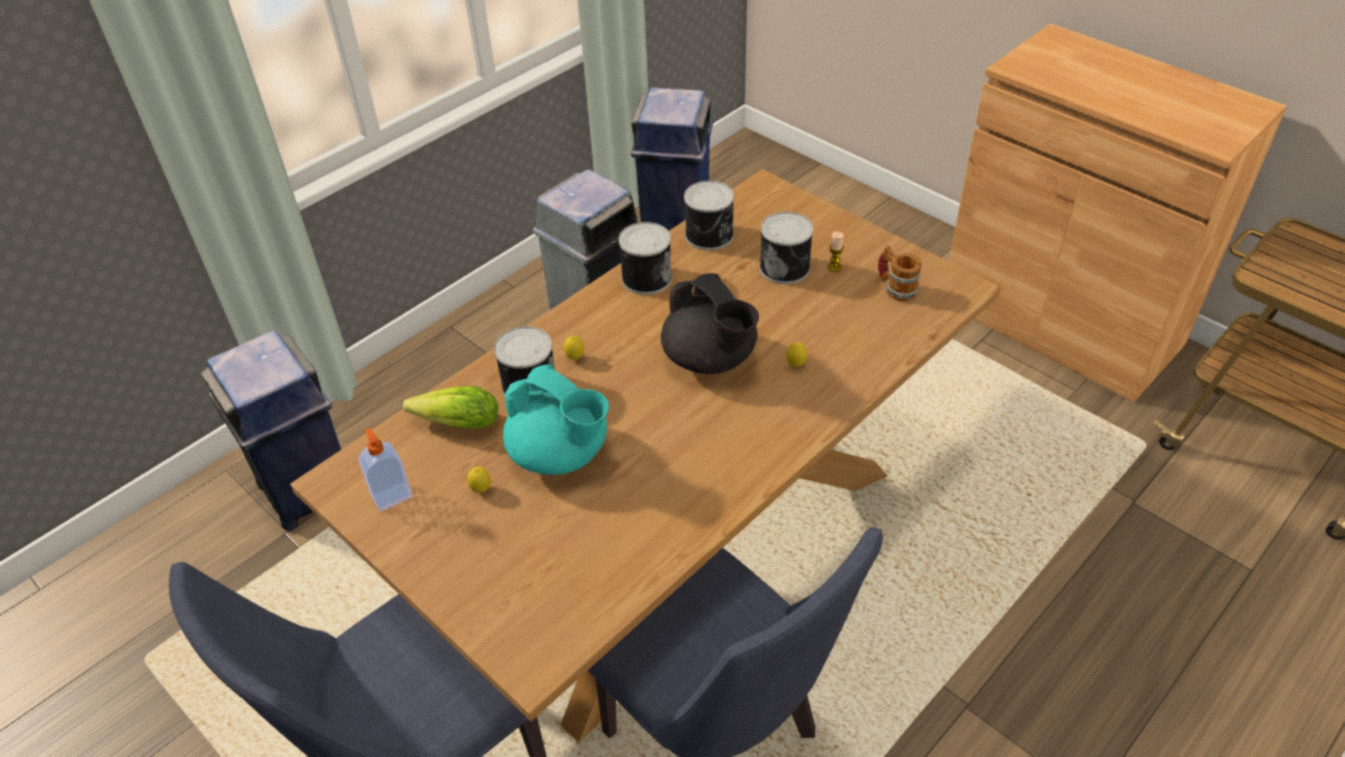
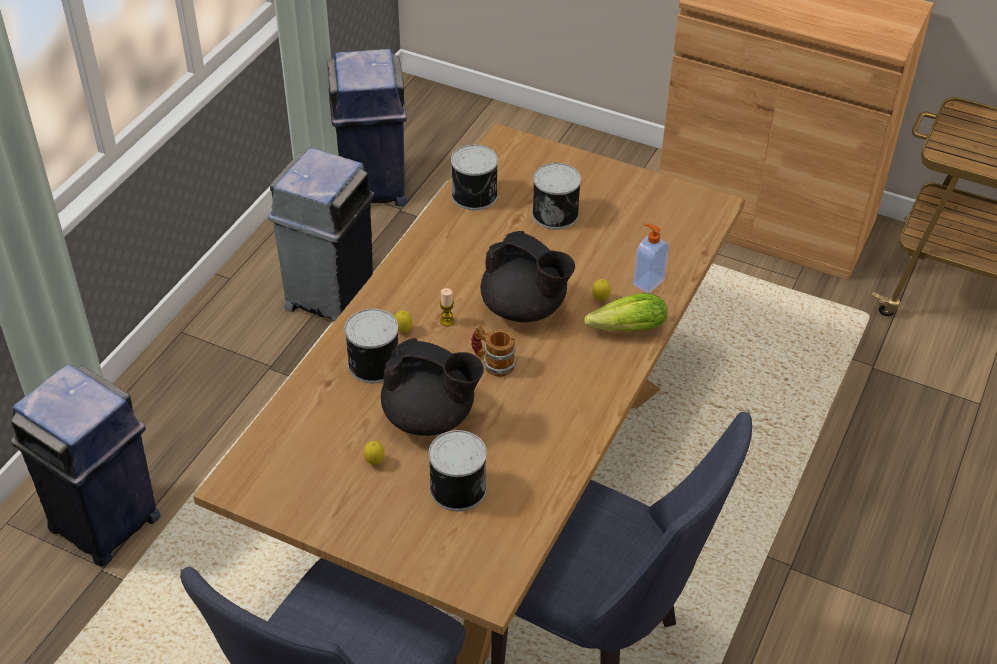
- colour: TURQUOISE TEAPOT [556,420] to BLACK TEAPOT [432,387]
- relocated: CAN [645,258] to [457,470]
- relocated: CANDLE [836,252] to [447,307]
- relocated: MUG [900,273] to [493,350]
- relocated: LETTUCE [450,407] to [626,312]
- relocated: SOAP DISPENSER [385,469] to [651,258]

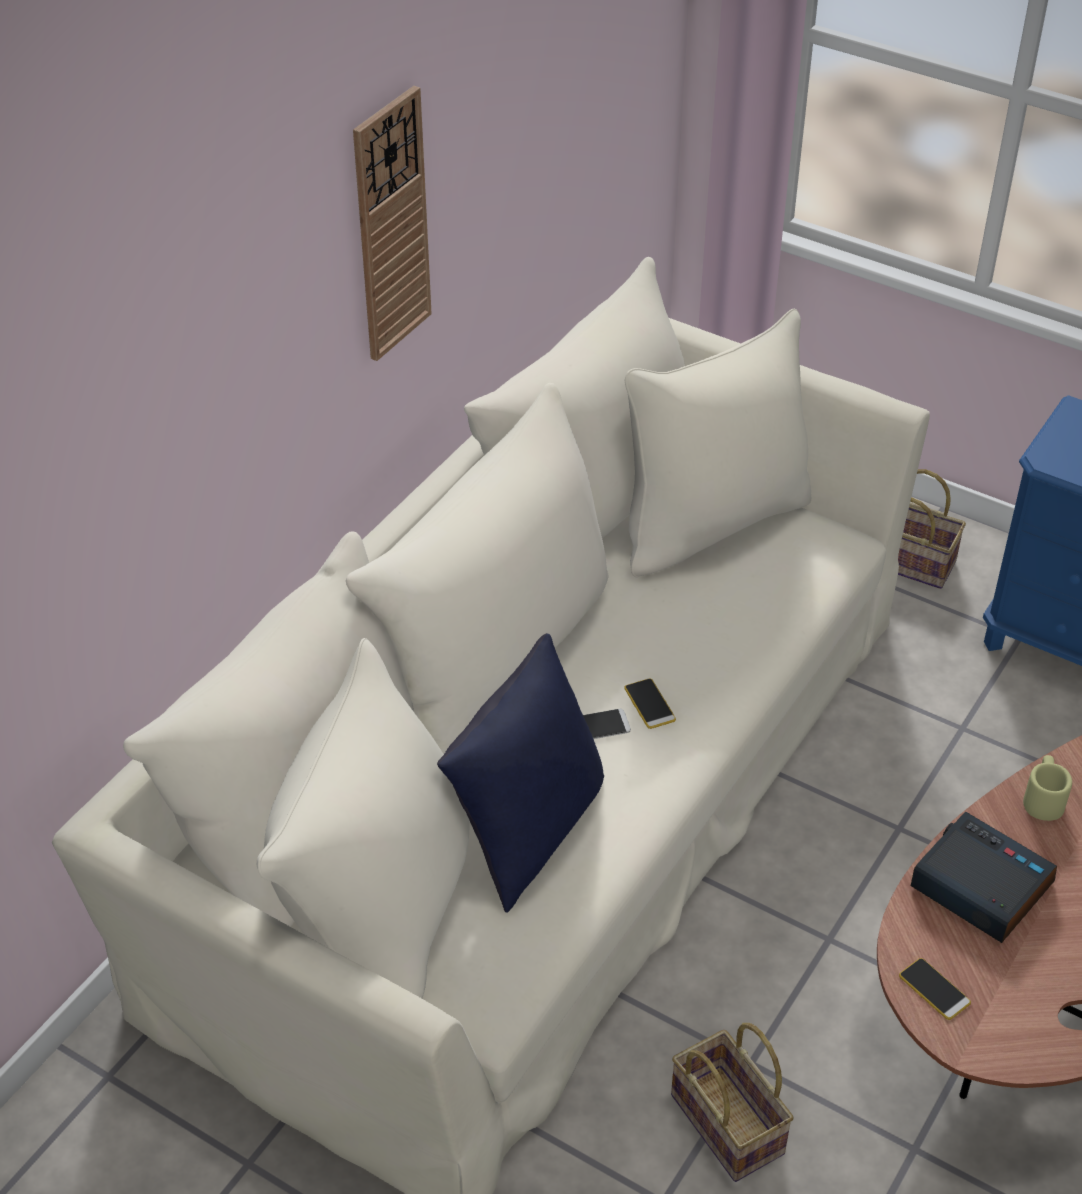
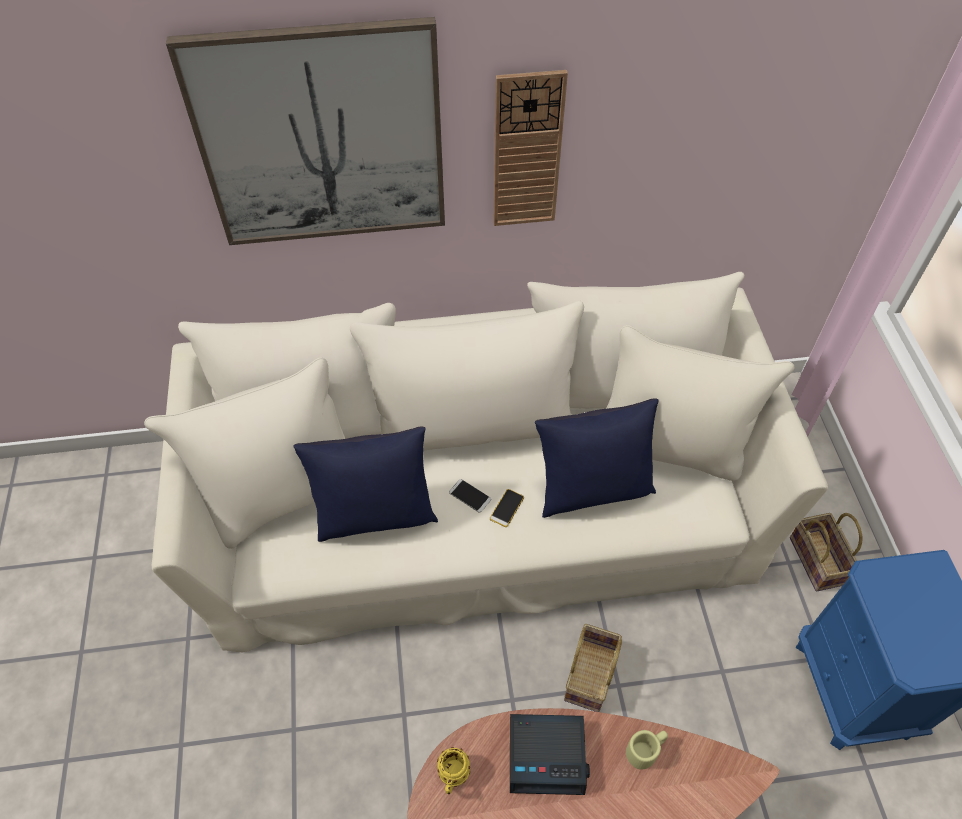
- appeared: PICTURE [305,131]
- exchanged: PHONE [935,989] to YELLOW MUG [453,770]
- spun: ALARM CLOCK [984,877] = [550,754] 90 degrees clockwise
- appeared: BLUE PILLOW [597,458]
- relocated: BASKET [732,1102] to [593,668]

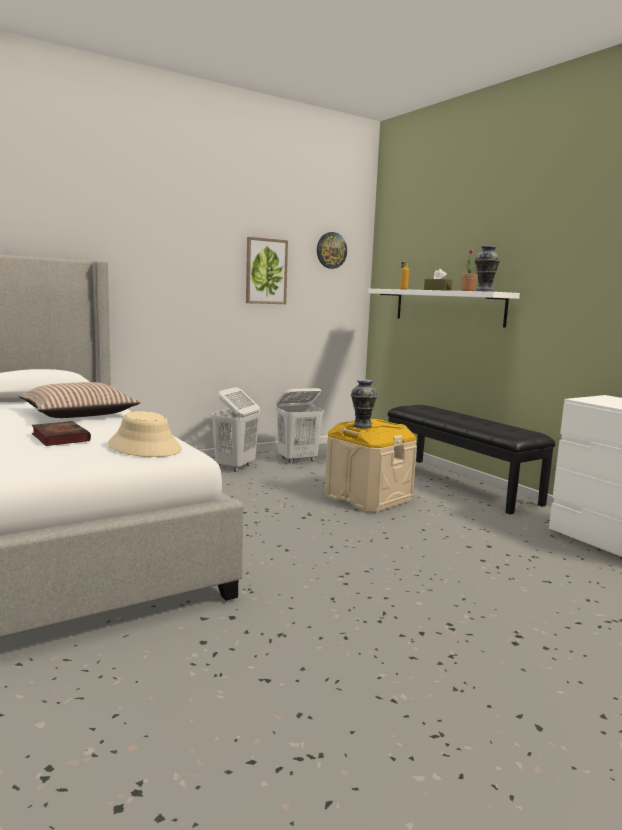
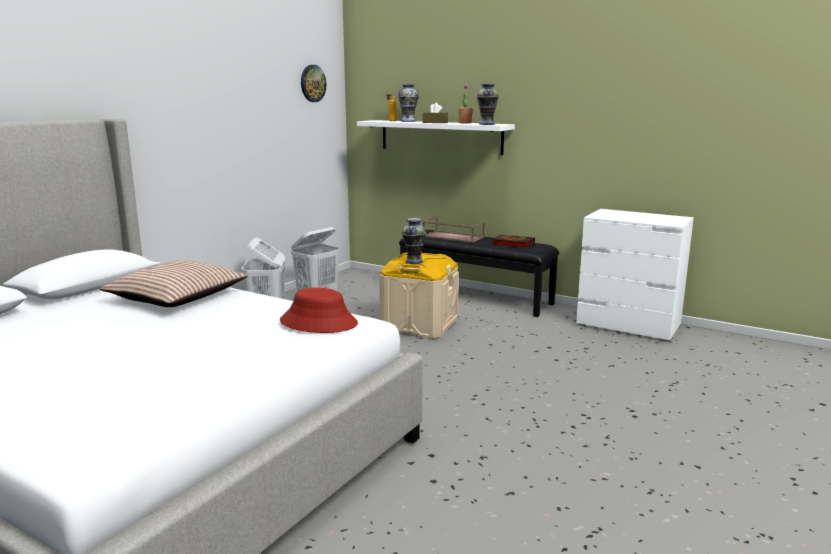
- colour: BEIGE HAT [145,434] to RED HAT [319,310]
- appeared: VASE [408,103]
- appeared: BROWN TRAY [454,230]
- relocated: BOOK [61,433] to [513,241]
- missing: PICTURE [267,270]

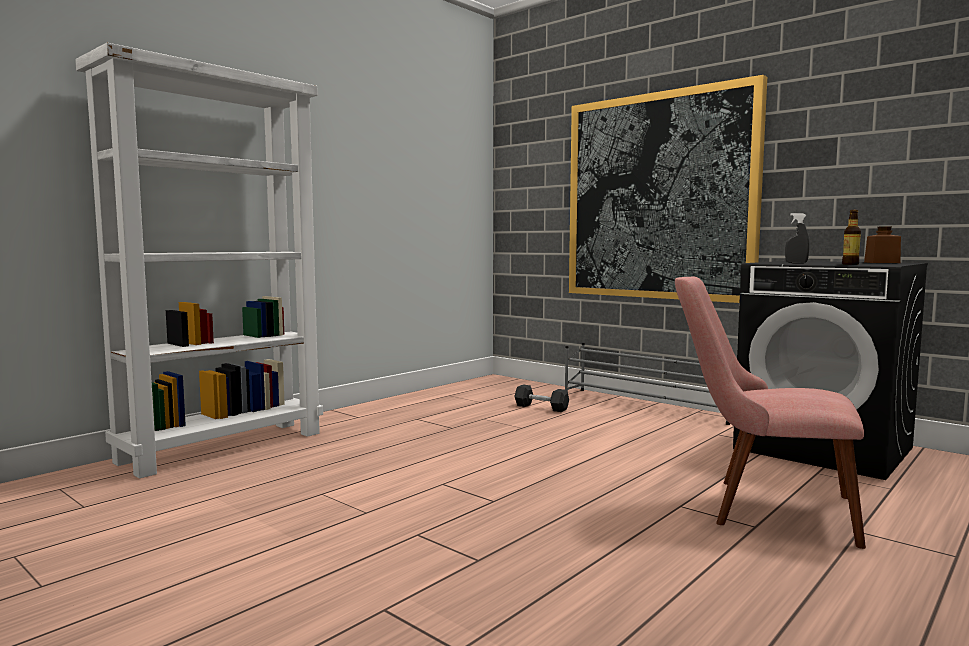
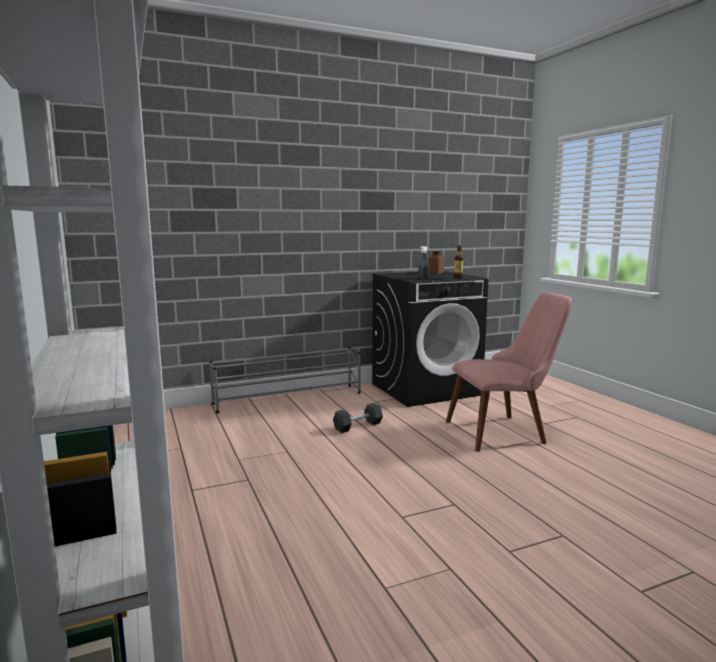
- relocated: GREY DUMBBELL [541,398] to [358,418]
- spun: PINK CHAIR [770,412] = [509,372] 150 degrees counterclockwise
- missing: PICTURE [668,189]

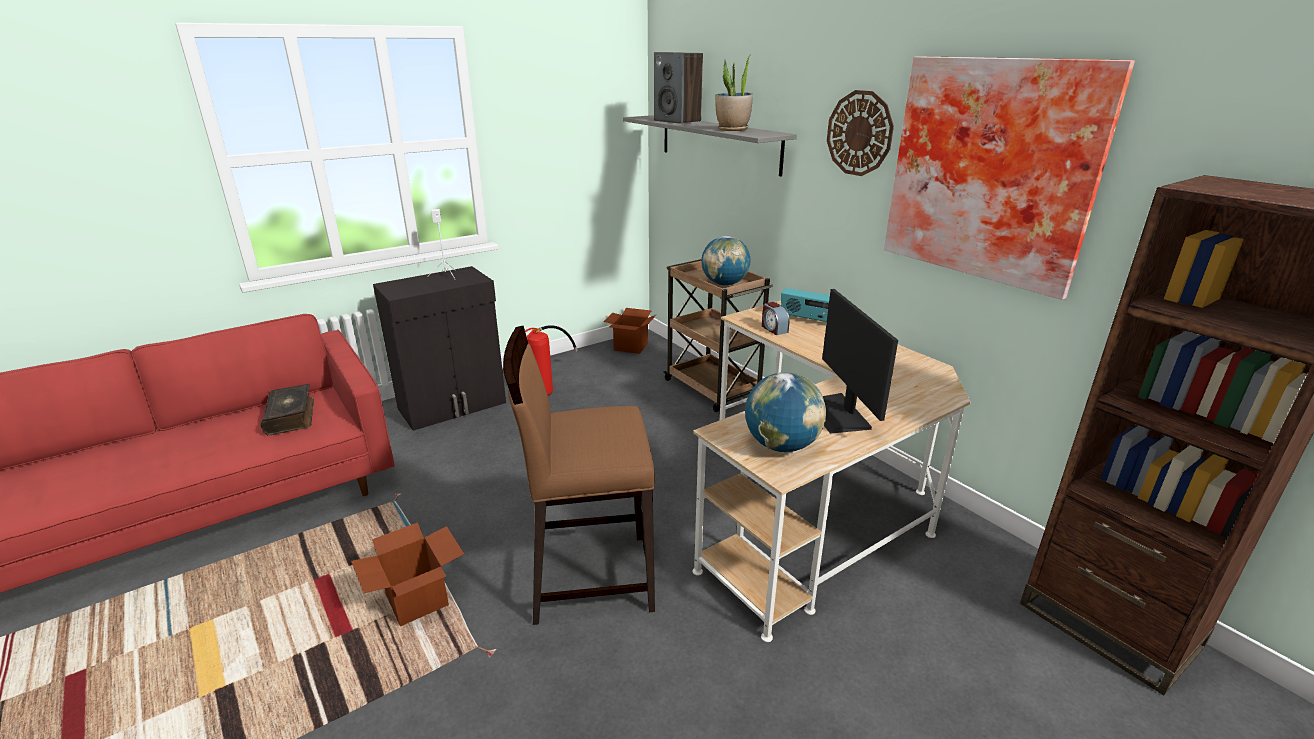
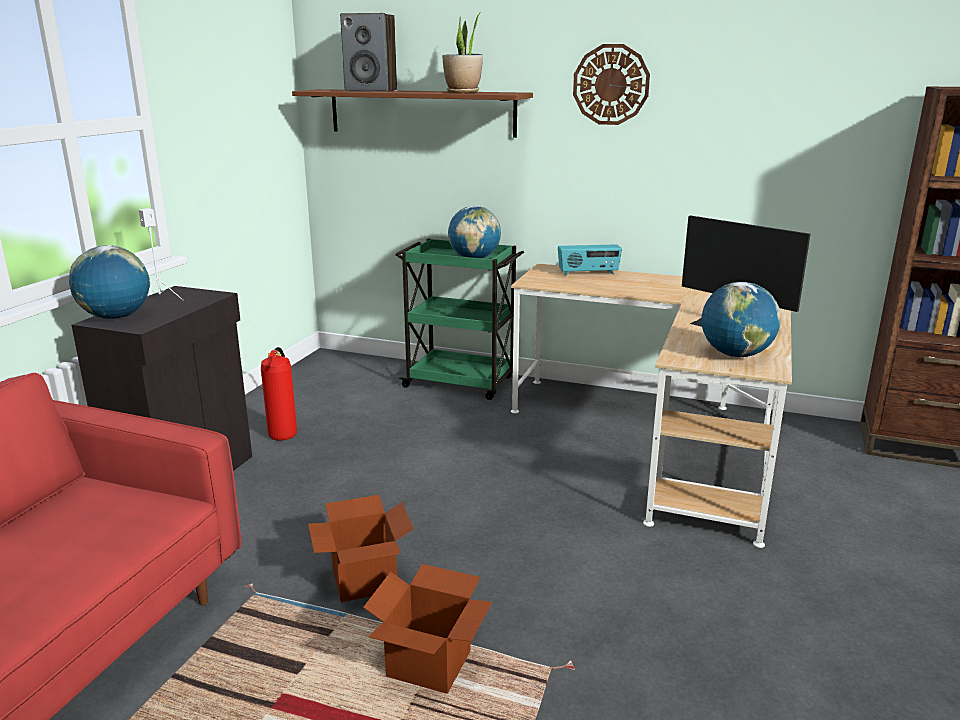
- appeared: GLOBE [109,282]
- colour: GREY SHELF [710,145] to BROWN SHELF [412,113]
- relocated: CARDBOARD BOX [630,331] to [361,548]
- colour: BROWN CART [718,335] to GREEN CART [459,319]
- missing: BOOK [287,409]
- missing: BROWN STOOL [579,475]
- missing: ALARM CLOCK [776,318]
- missing: PICTURE [1009,178]

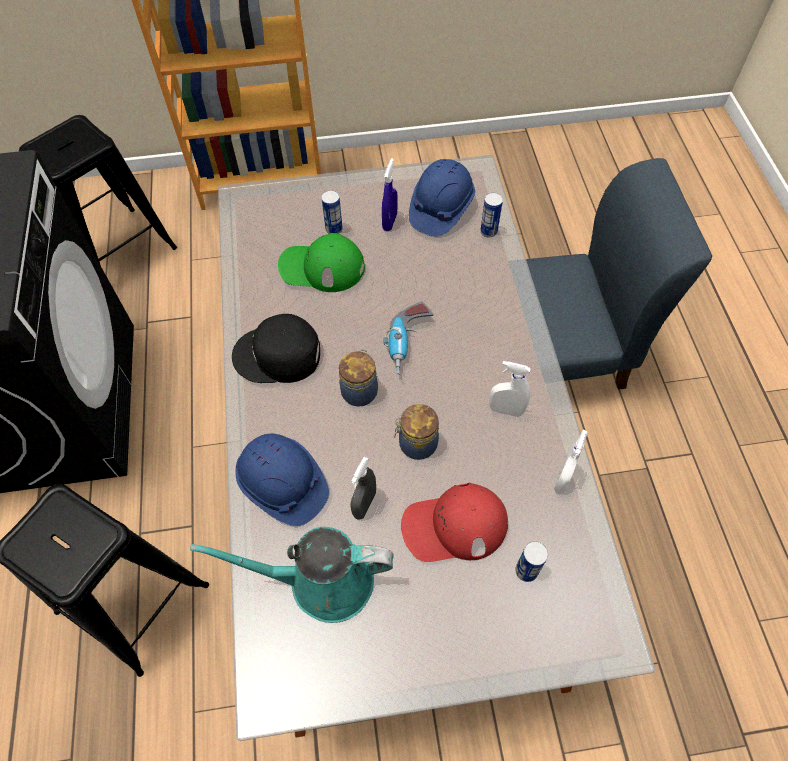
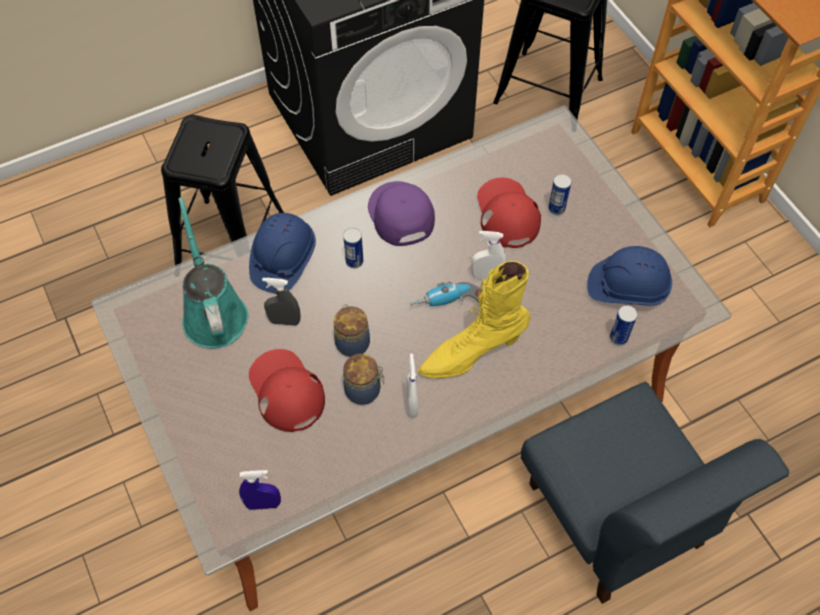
- relocated: BLUE SPRAY BOTTLE [390,194] to [260,490]
- relocated: CAN [531,561] to [353,248]
- relocated: JAR [358,378] to [363,379]
- colour: BLACK CAP [276,348] to PURPLE CAP [401,213]
- appeared: YELLOW BOOT [474,320]
- relocated: WHITE SPRAY BOTTLE [571,461] to [488,255]
- colour: GREEN CAP [321,262] to RED CAP [509,212]

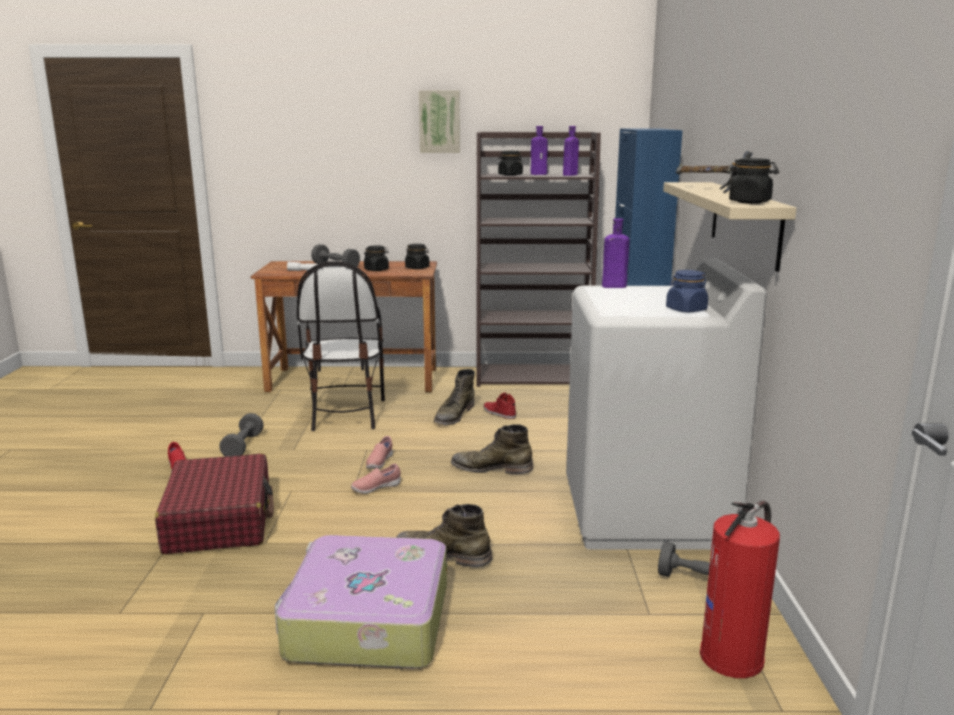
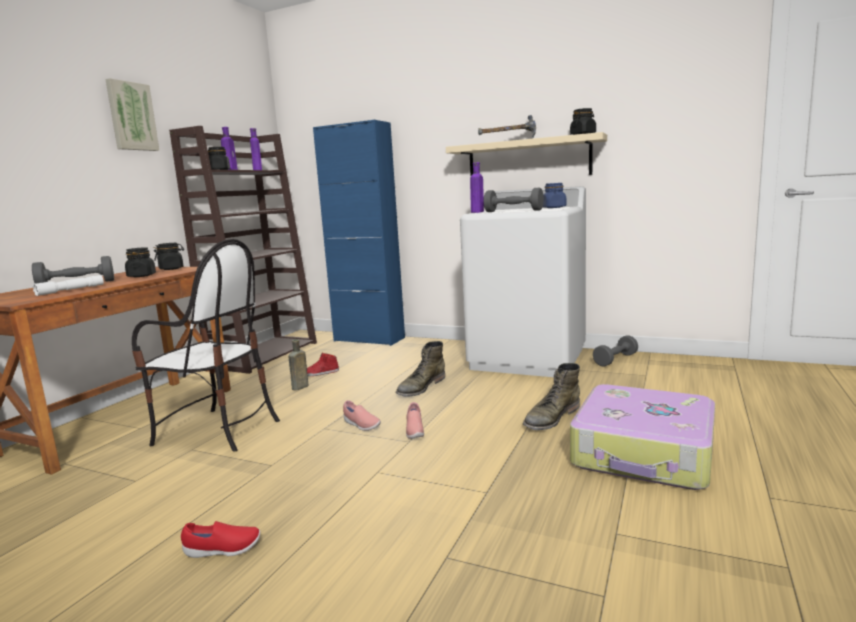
- exchanged: GREEN BOOT [454,397] to BROWN BOTTLE [298,364]
- relocated: GREY DUMBBELL [241,435] to [513,200]
- missing: RED SUITCASE [214,503]
- missing: FIRE EXTINGUISHER [740,589]

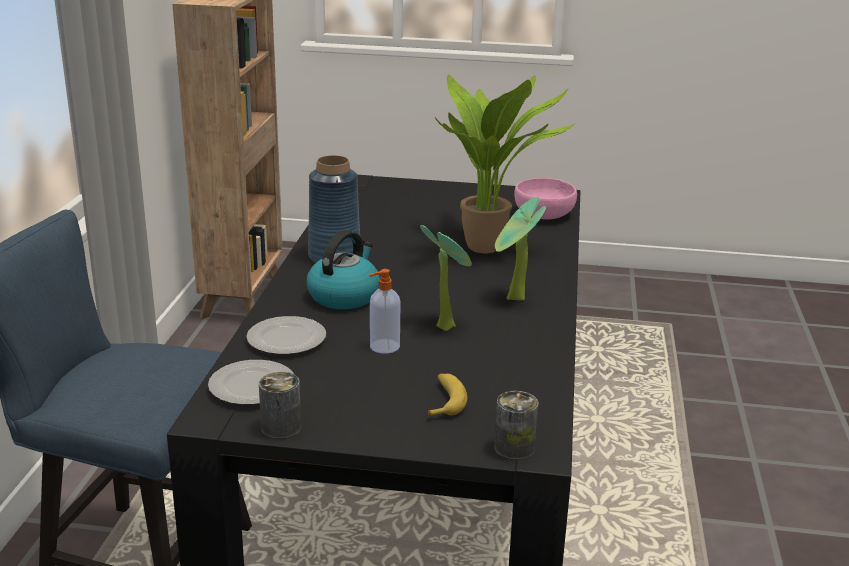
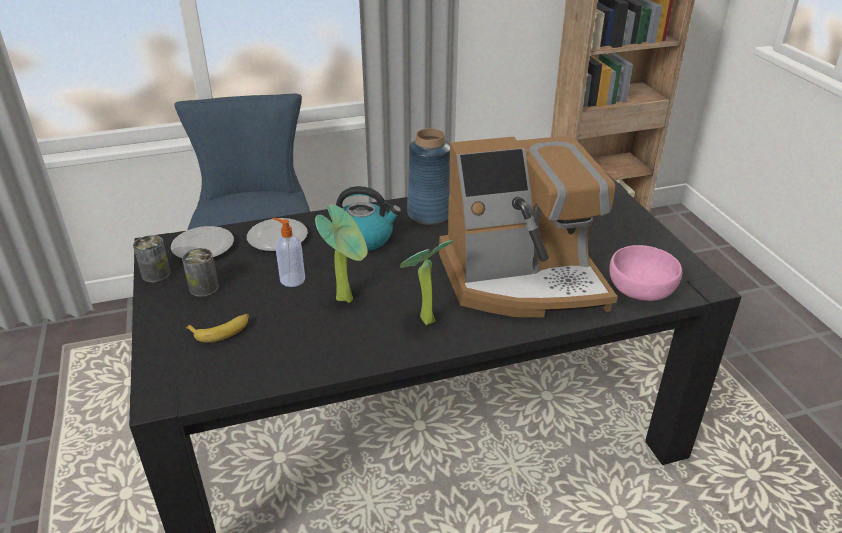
- relocated: CAN [516,425] to [200,272]
- exchanged: POTTED PLANT [505,164] to COFFEE MACHINE [528,226]

